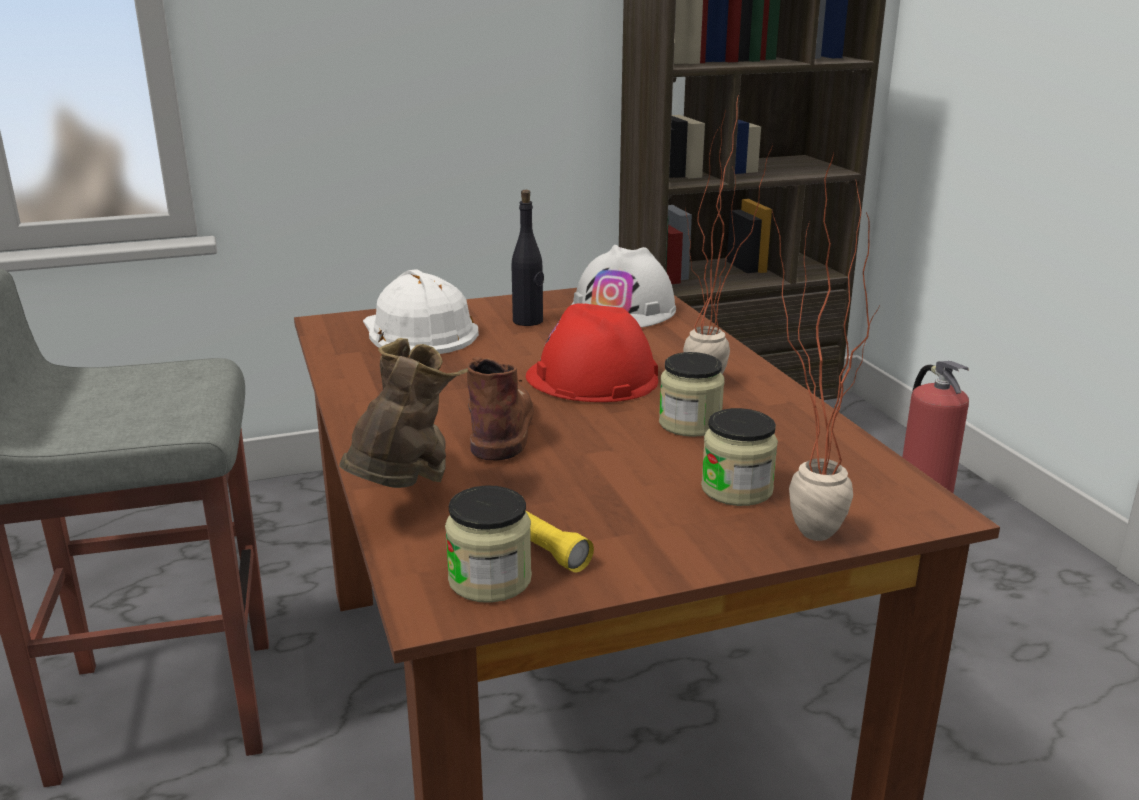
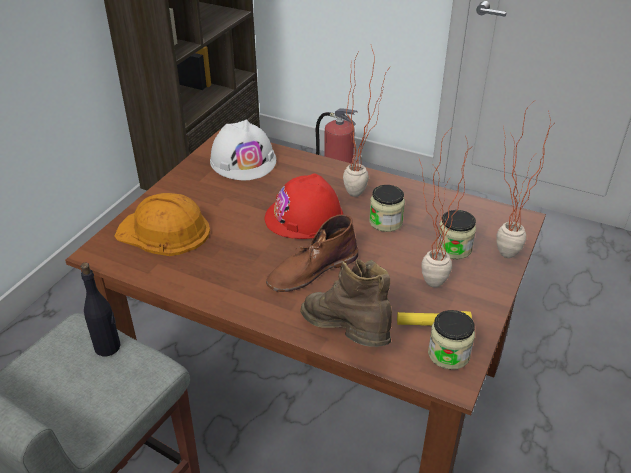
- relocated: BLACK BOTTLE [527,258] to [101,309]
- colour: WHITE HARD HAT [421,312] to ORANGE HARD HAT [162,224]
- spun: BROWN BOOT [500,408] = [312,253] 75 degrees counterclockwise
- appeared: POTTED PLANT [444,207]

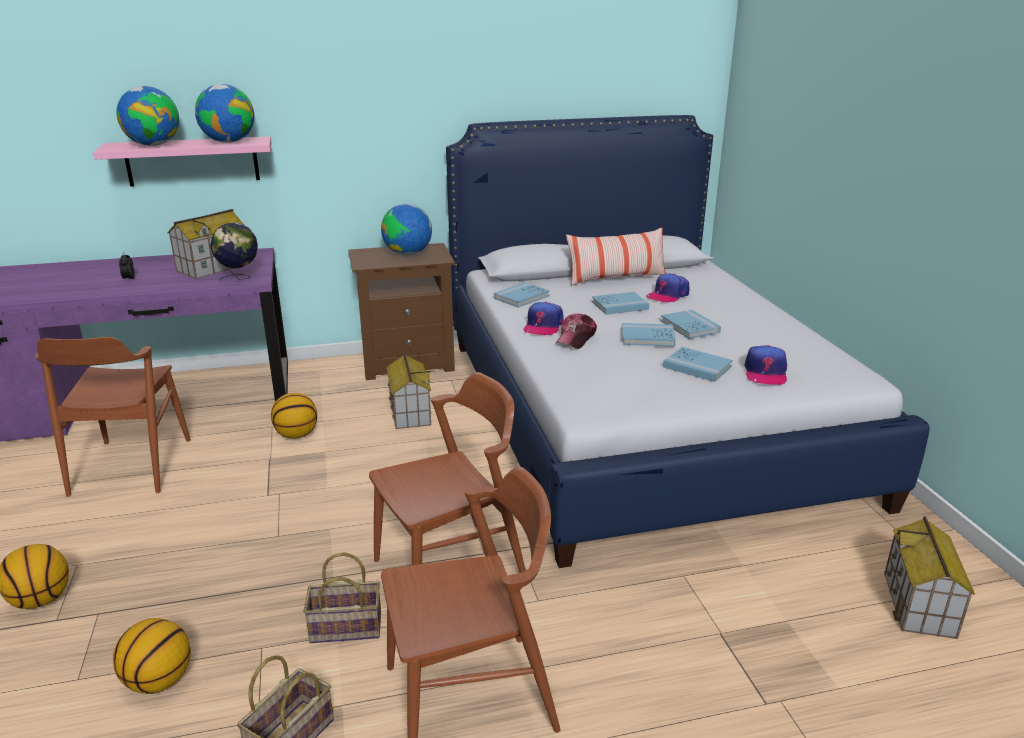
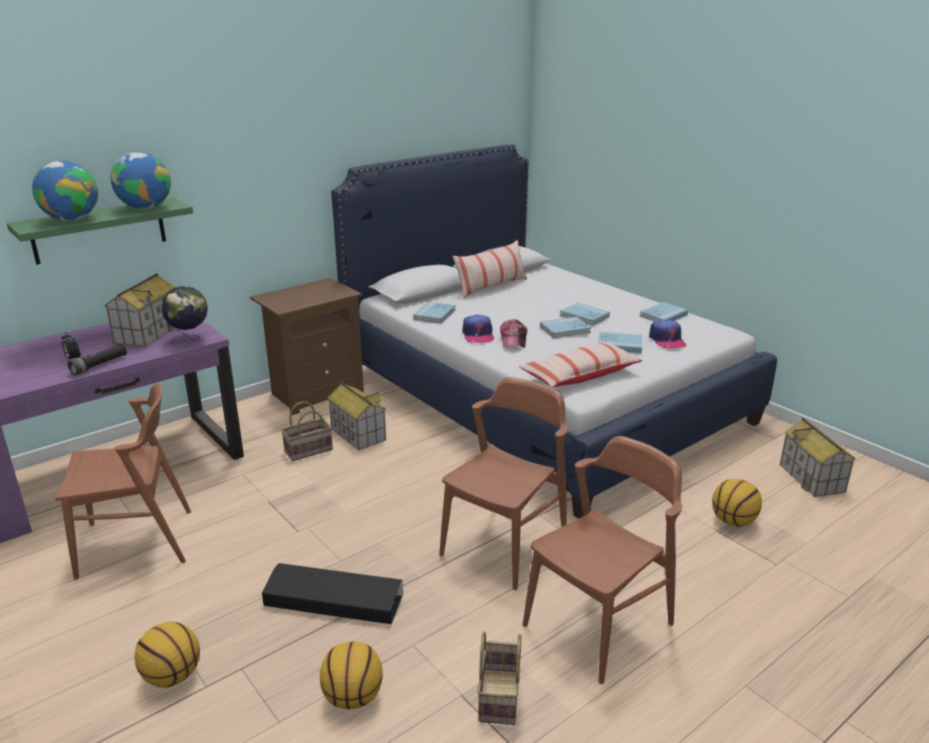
- colour: PINK SHELF [182,161] to GREEN SHELF [100,231]
- spun: BROWN CHAIR [113,417] = [123,481] 75 degrees counterclockwise
- appeared: BLACK FLASHLIGHT [97,359]
- appeared: BLACK STORAGE BOX [333,593]
- relocated: BASKET [342,597] to [307,431]
- appeared: PILLOW [580,364]
- relocated: BLUE BOOK [620,303] to [664,312]
- relocated: BASKETBALL [294,415] to [737,503]
- missing: GLOBE [406,229]
- missing: CAP [668,288]

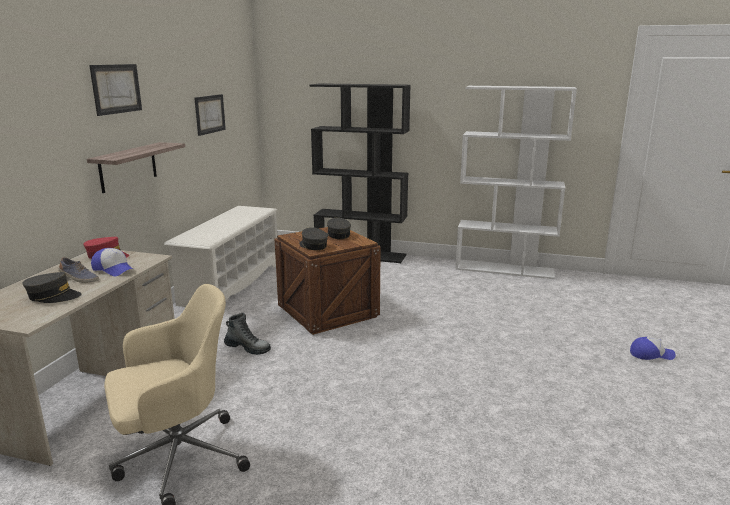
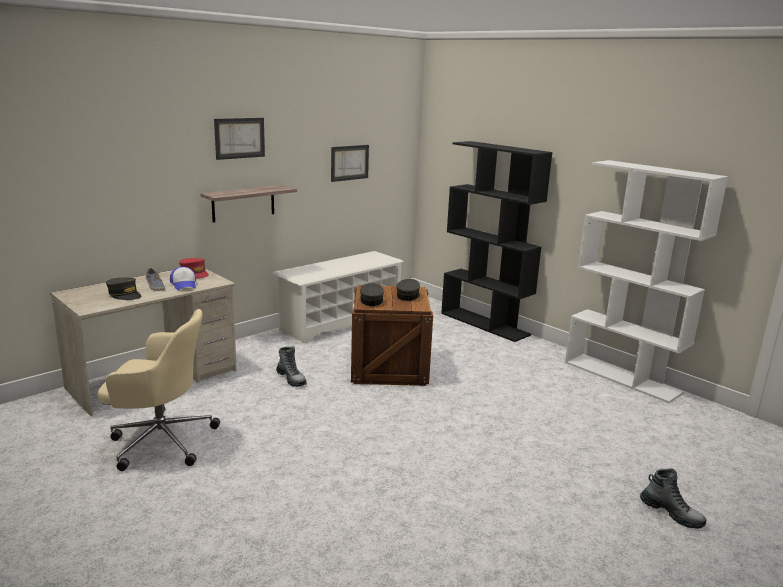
- exchanged: CAP [652,348] to BOOT [673,498]

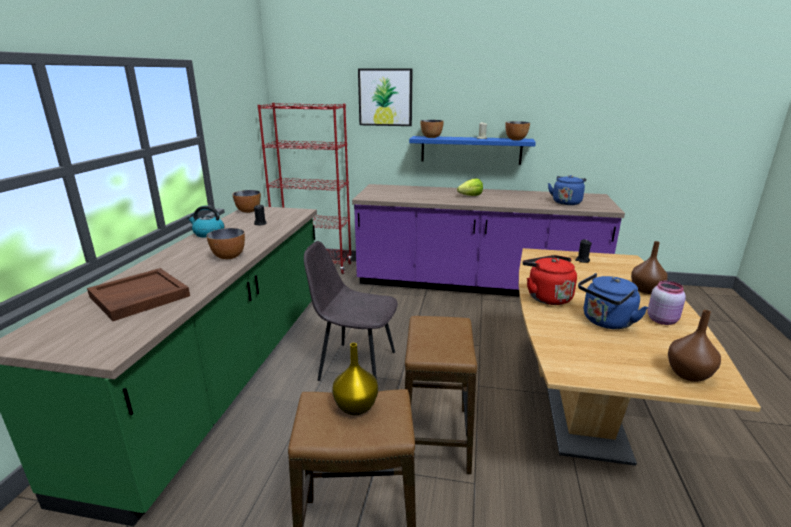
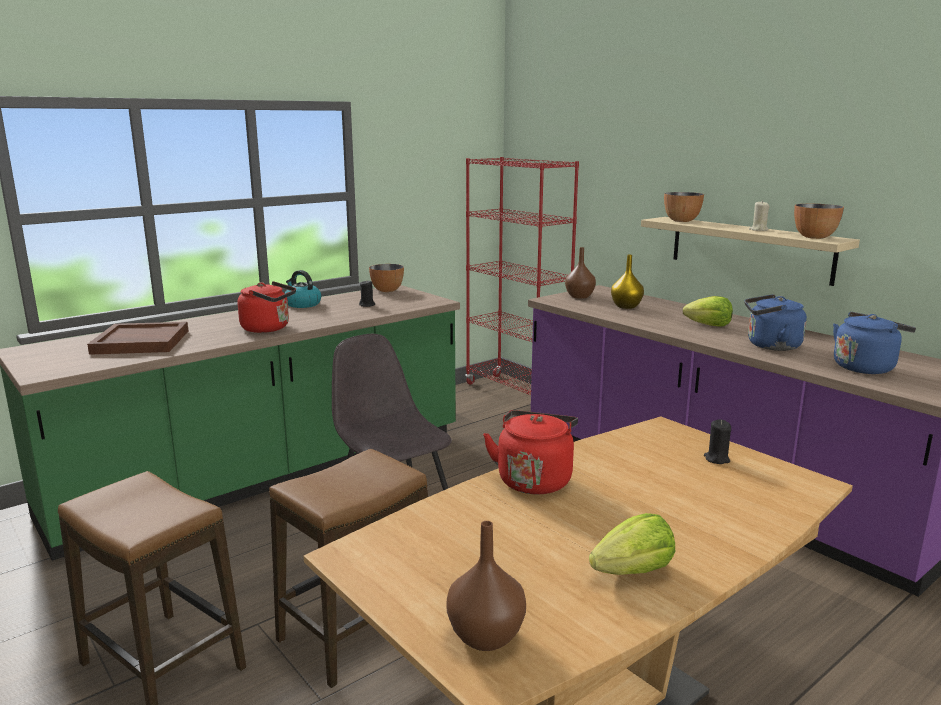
- exchanged: BOWL [226,243] to RED KETTLE [266,307]
- relocated: BROWN VASE [649,267] to [580,273]
- exchanged: PINK JAR [666,303] to LETTUCE [632,544]
- relocated: YELLOW VASE [355,379] to [627,282]
- colour: BLUE SHELF [472,150] to BEIGE SHELF [750,251]
- relocated: BLUE KETTLE [613,301] to [775,322]
- missing: PICTURE [385,97]

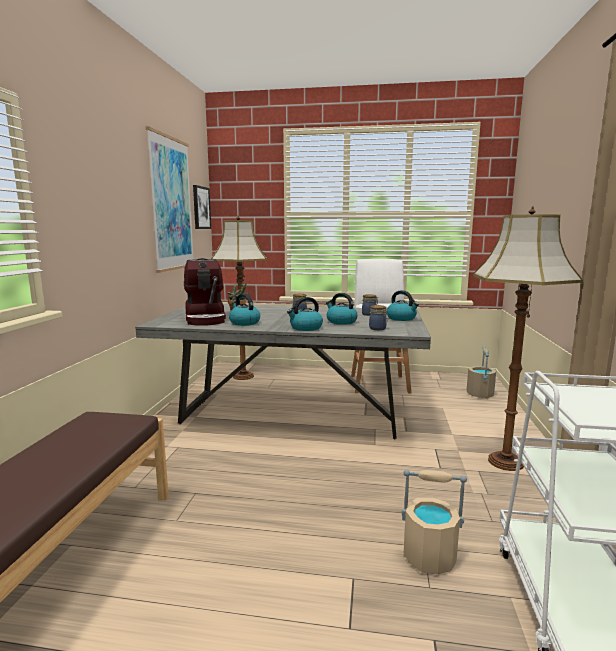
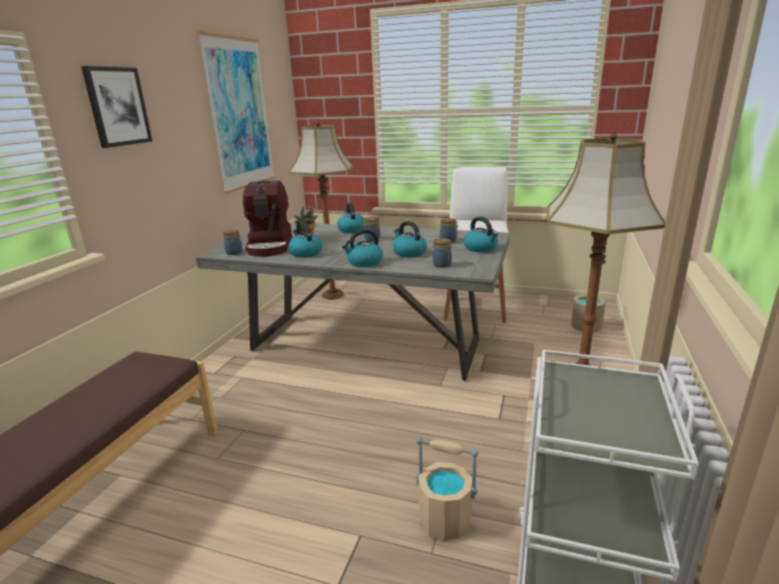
- relocated: PICTURE [202,207] to [116,107]
- appeared: JAR [233,242]
- appeared: KETTLE [351,218]

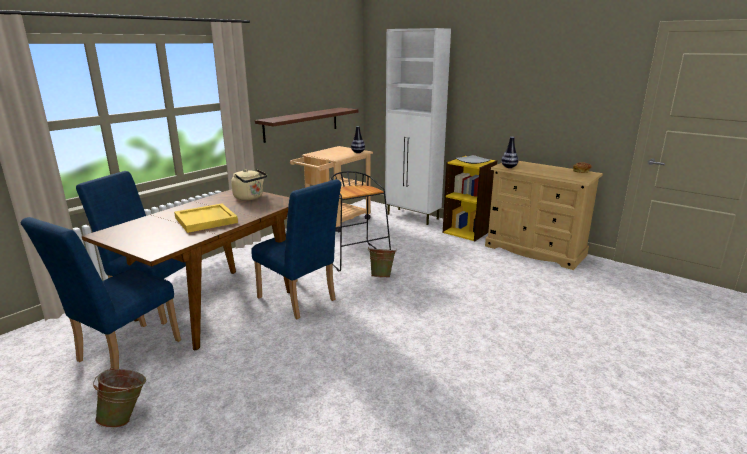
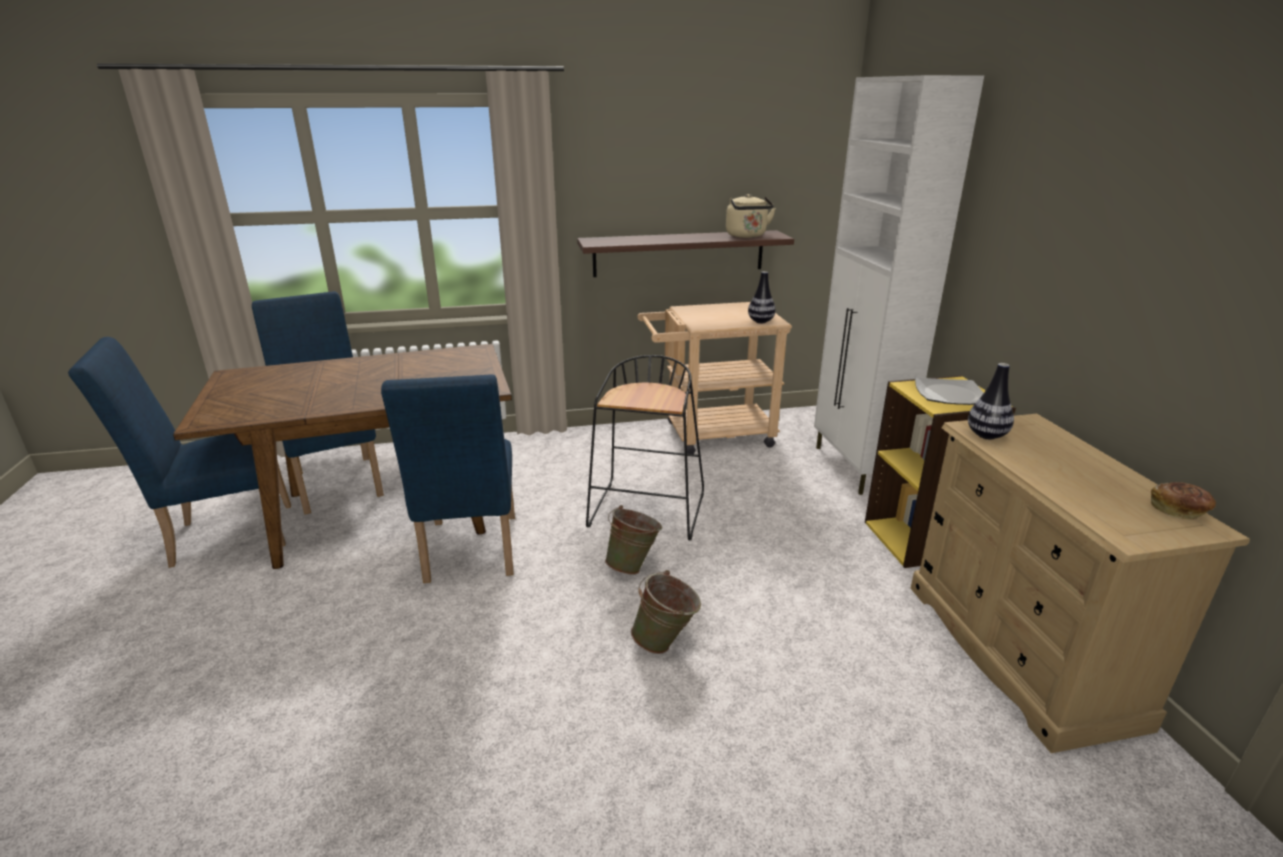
- relocated: GREEN BUCKET [119,397] to [666,612]
- relocated: BEIGE KETTLE [249,184] to [751,216]
- missing: YELLOW TRAY [206,218]

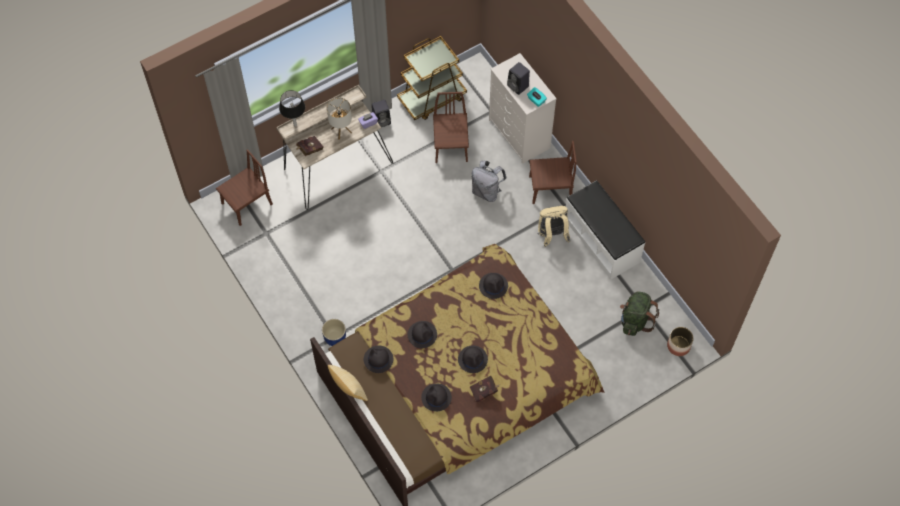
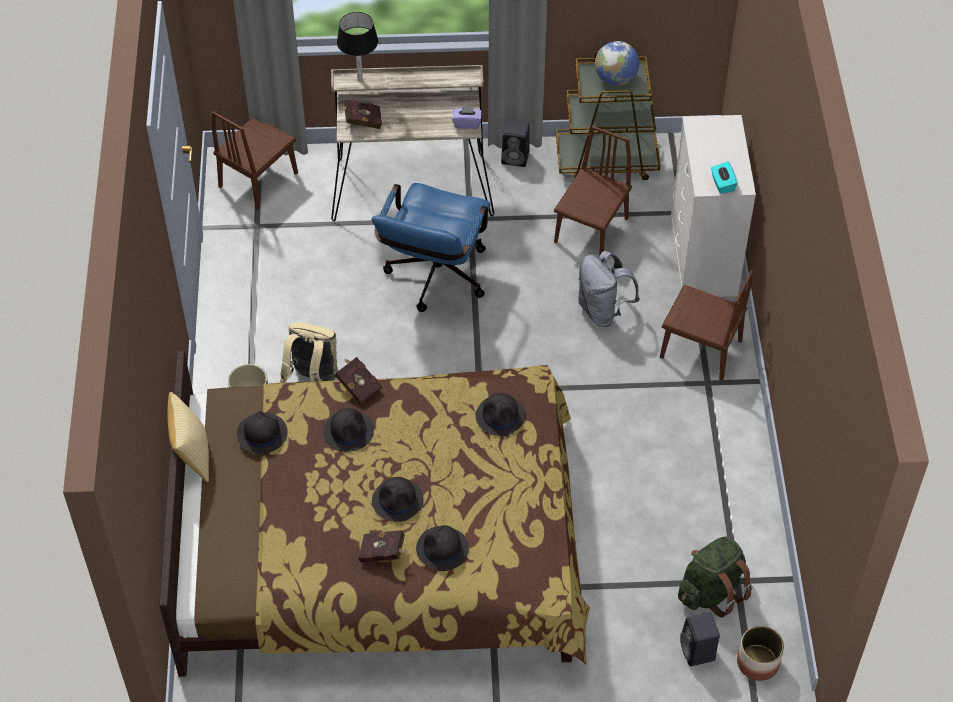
- spun: BROWN CHAIR [244,187] = [255,160] 135 degrees clockwise
- relocated: BEIGE BACKPACK [554,226] to [309,352]
- appeared: RED BOOK [358,381]
- appeared: BLUE OFFICE CHAIR [431,247]
- relocated: BLACK HAT [436,397] to [442,548]
- appeared: GLOBE [617,63]
- relocated: BLACK SPEAKER [518,78] to [700,639]
- missing: TABLE LAMP [339,119]
- missing: WHITE BENCH [605,230]

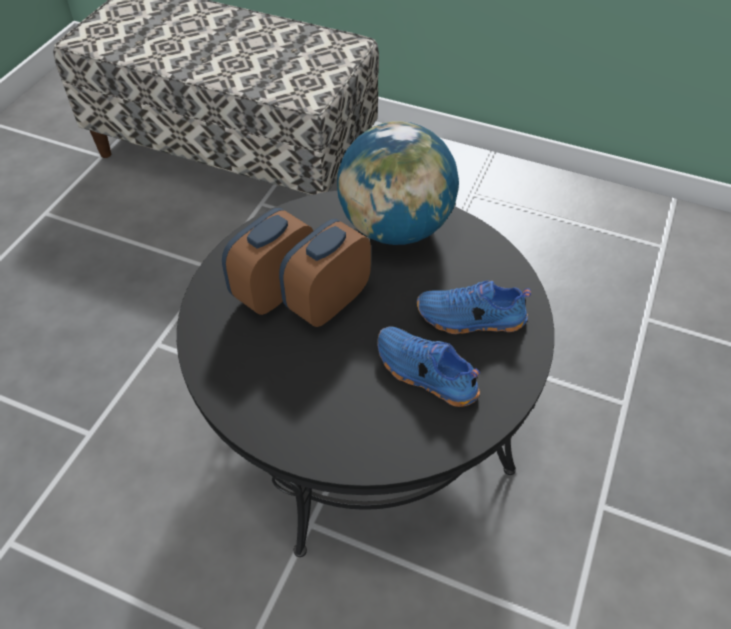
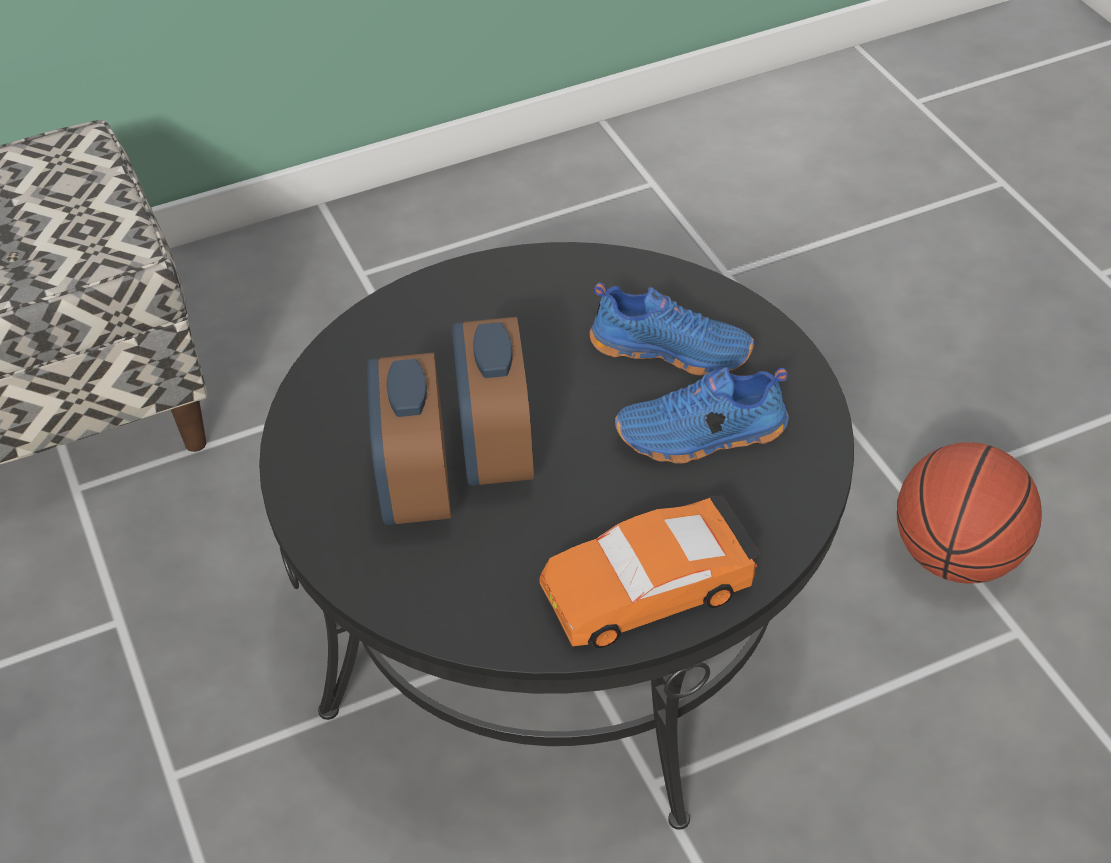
- appeared: ORANGE TOY CAR [649,571]
- spun: BLUE SHOE [474,307] = [671,329] 120 degrees counterclockwise
- appeared: BASKETBALL [969,513]
- missing: GLOBE [398,183]

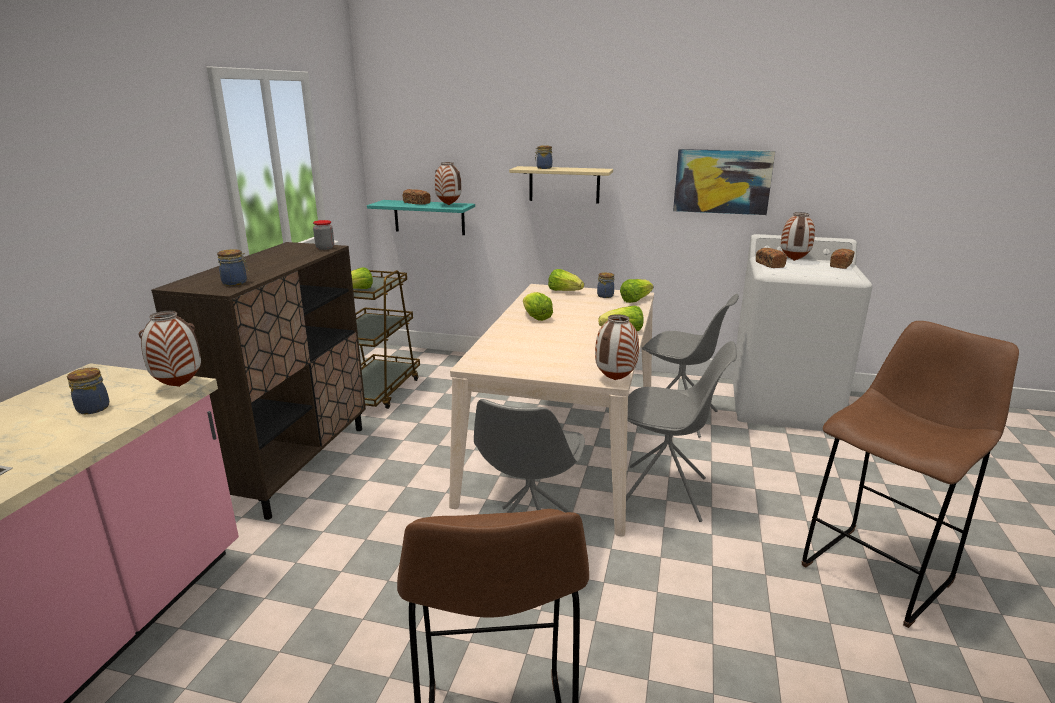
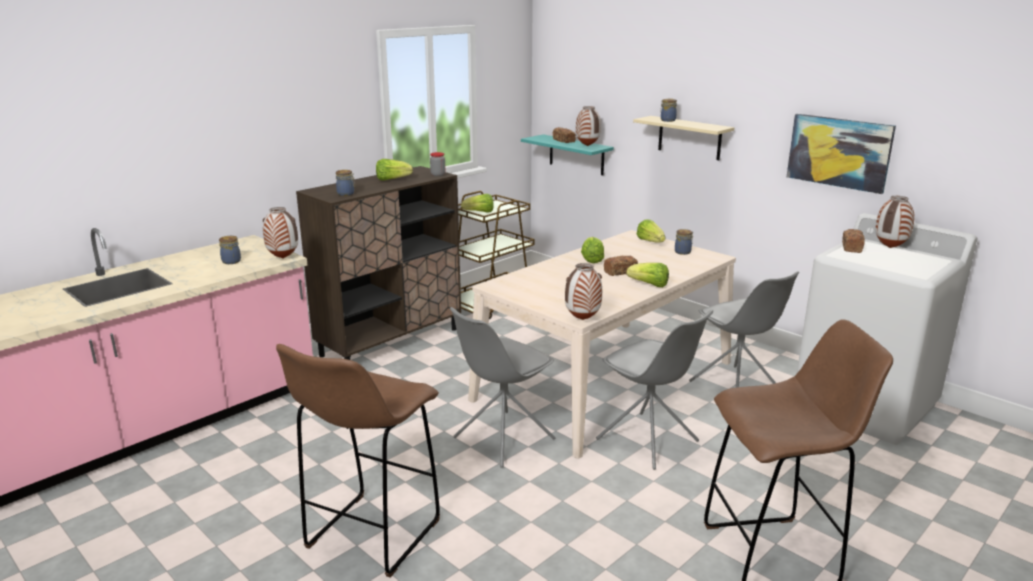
- relocated: LETTUCE [636,291] to [394,169]
- relocated: BREAD [842,259] to [621,266]

